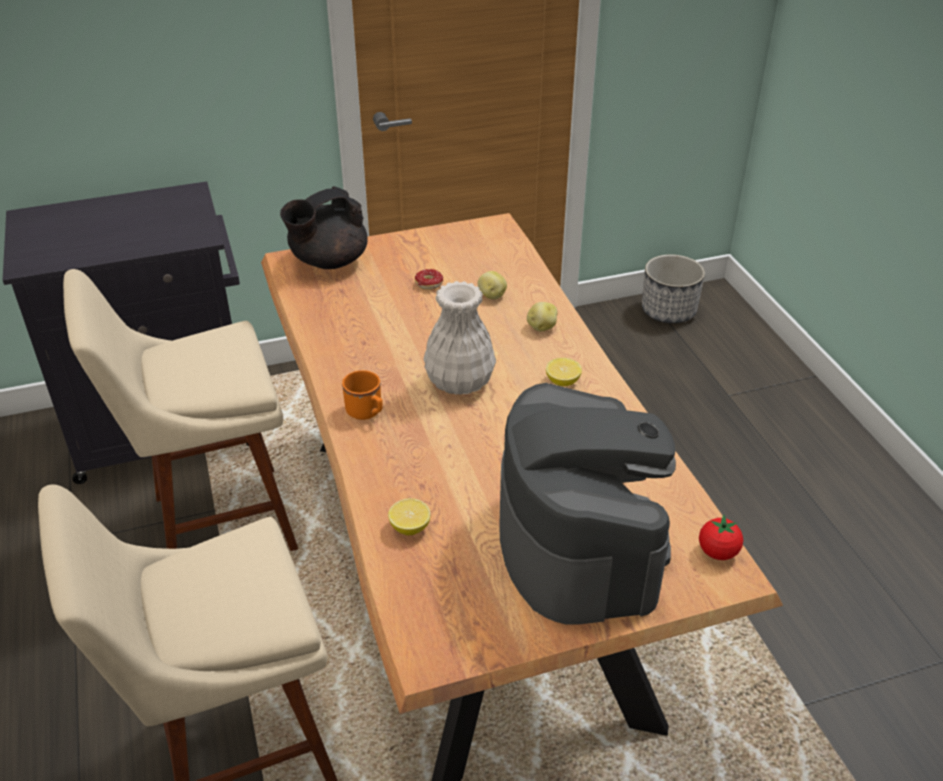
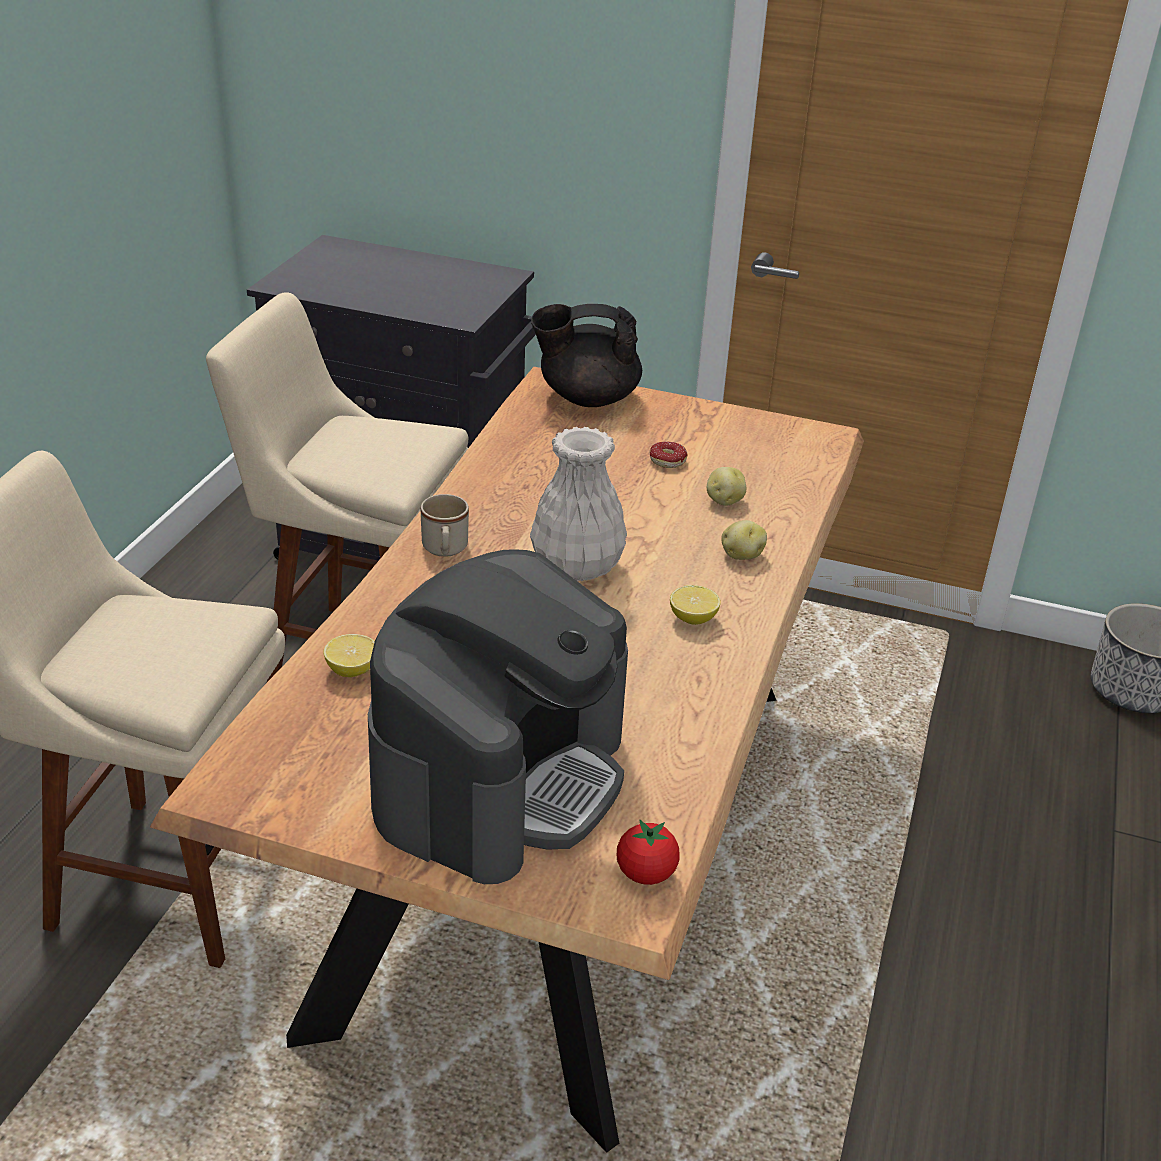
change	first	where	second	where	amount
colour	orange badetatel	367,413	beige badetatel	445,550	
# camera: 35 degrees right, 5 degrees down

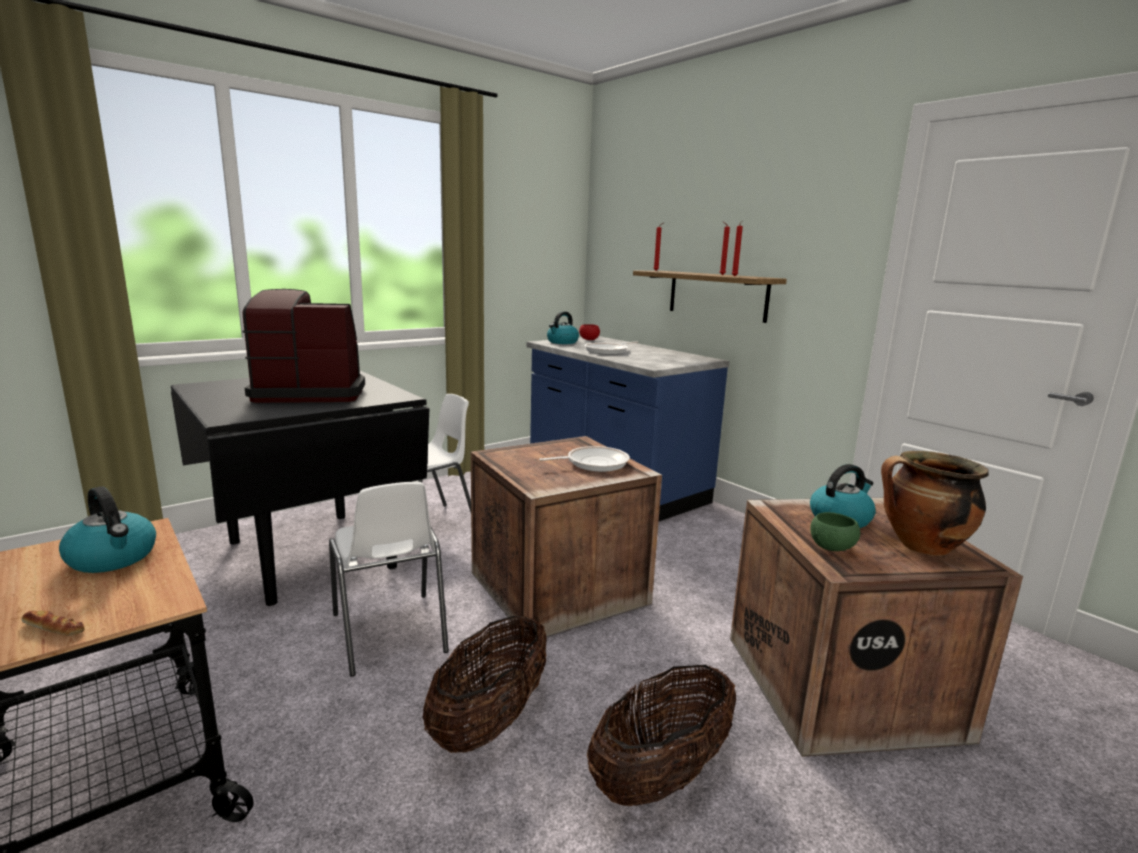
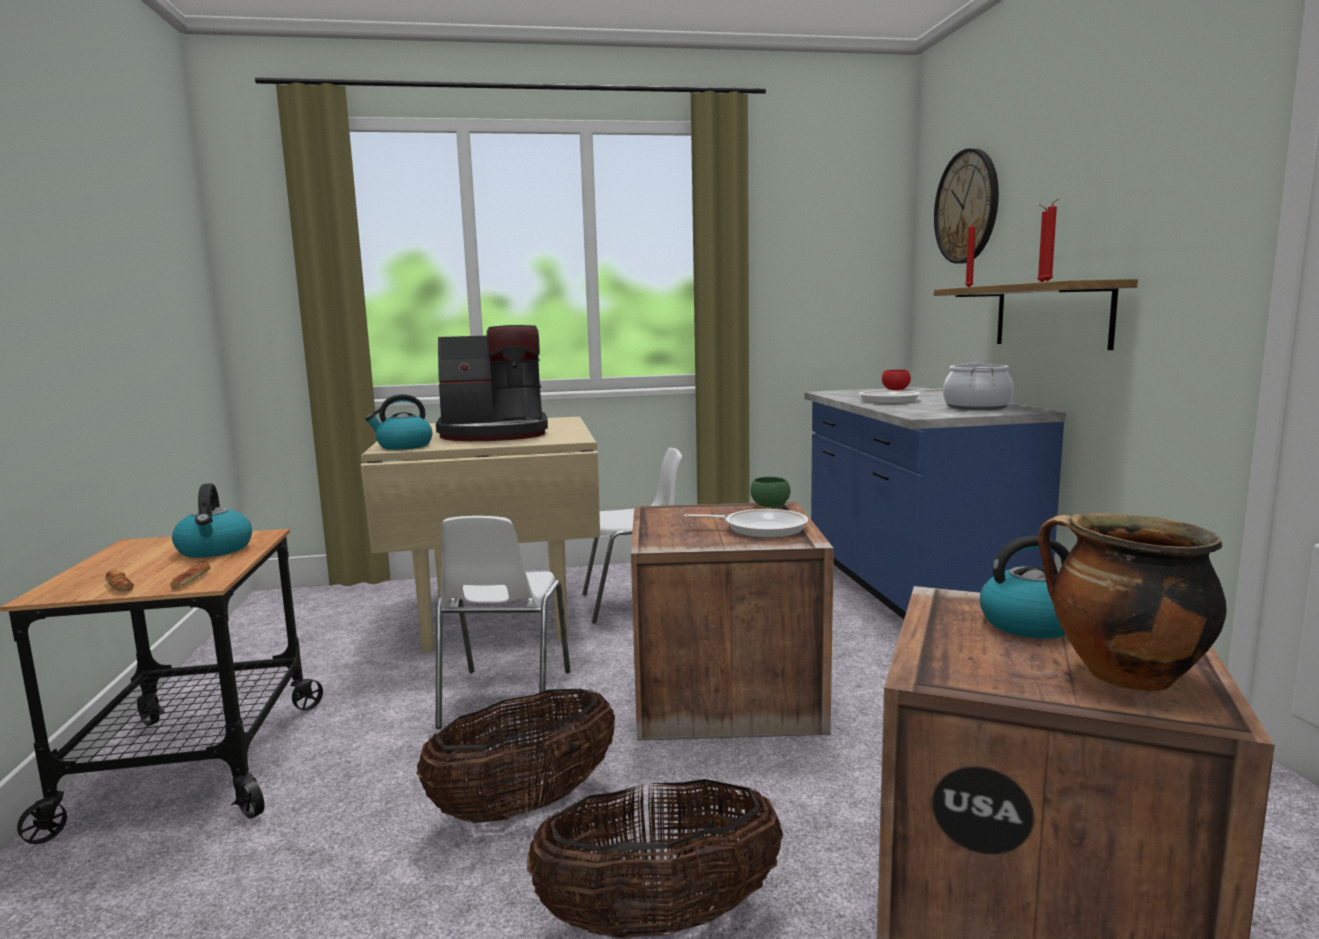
change	first	where	second	where	amount
colour	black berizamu	309,554	beige berizamu	496,614	
spun	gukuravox	310,393		495,433	150 degrees clockwise
relocated	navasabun	562,342		403,446	
relocated	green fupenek	831,548		770,506	
appeared			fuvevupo	191,580	
appeared			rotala	967,207	
appeared			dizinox	976,407	
# camera: 30 degrees right, 5 degrees down

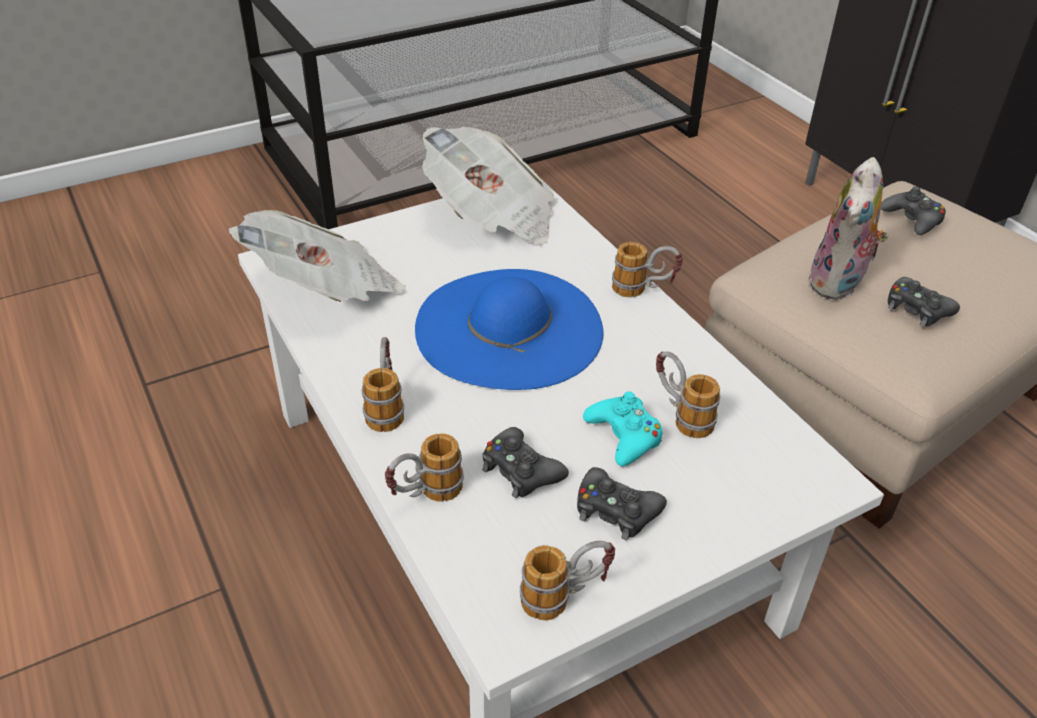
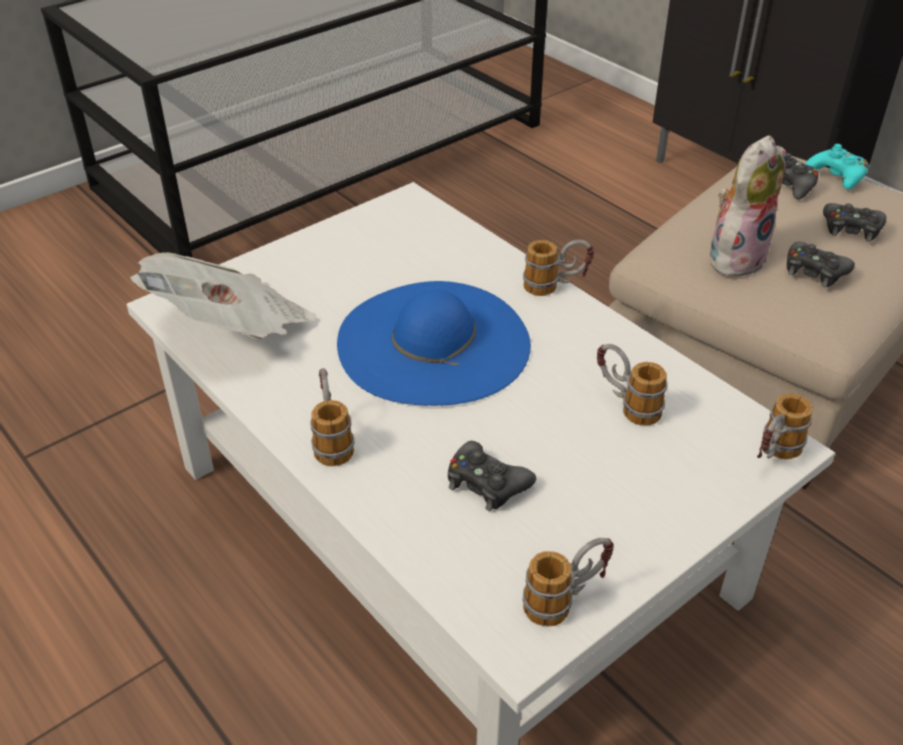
change	first	where	second	where	amount
relocated	badetatel	425,496		773,456	
missing	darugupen	492,216			
relocated	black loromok	616,510		851,228	
relocated	turquoise loromok	624,436		837,175	
spun	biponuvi	838,284		735,257	150 degrees counterclockwise
# camera: 10 degrees left, 0 degrees up

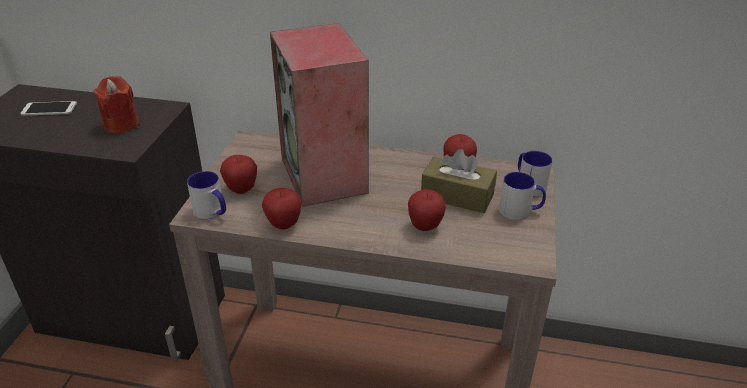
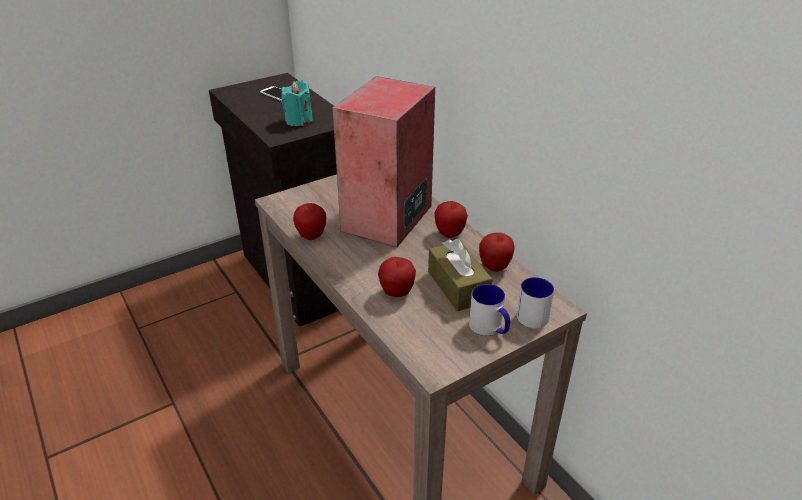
change	first	where	second	where	amount
colour	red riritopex	121,124	turquoise riritopex	298,120	
missing	badetatel	212,212			
relocated	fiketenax	241,189		449,234	
# camera: 45 degrees right, 0 degrees up

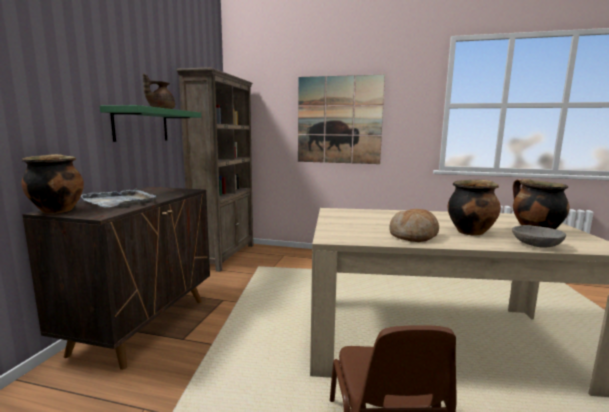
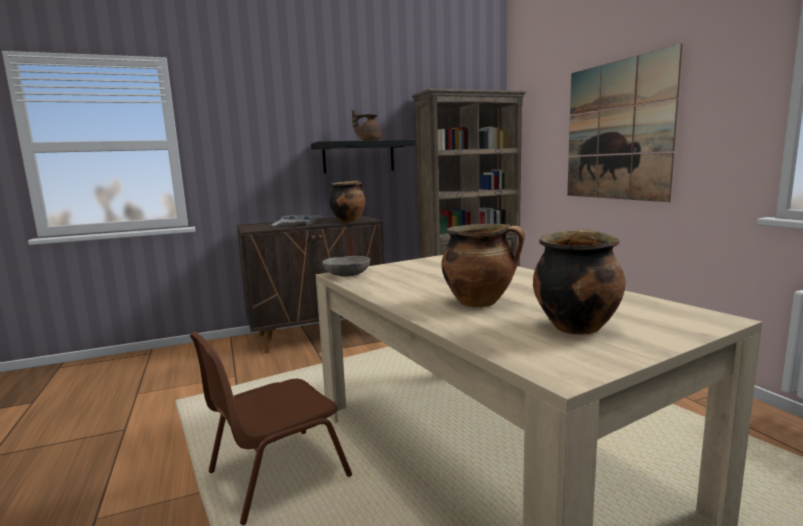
change	first	where	second	where	amount
relocated	dizinox	57,210		348,221	
colour	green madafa	141,125	black madafa	358,157	
missing	fuvevupo	413,236			
relocated	grey fupenek	536,245		347,275	
# camera: 55 degrees right, 0 degrees up

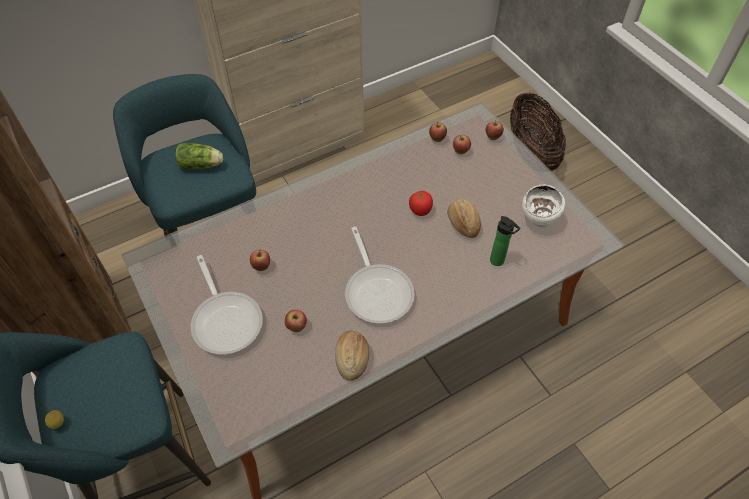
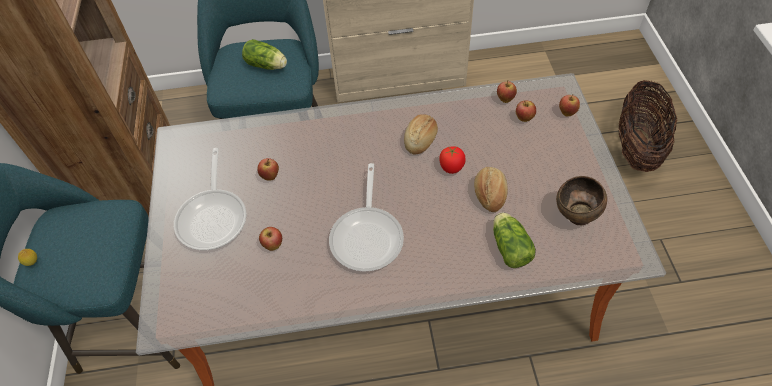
change	first	where	second	where	amount
relocated	fuvevupo	352,358		421,139	
exchanged	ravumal	498,262	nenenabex	509,246	
colour	white fupenek	539,221	brown fupenek	575,216	
# camera: 25 degrees right, 0 degrees up

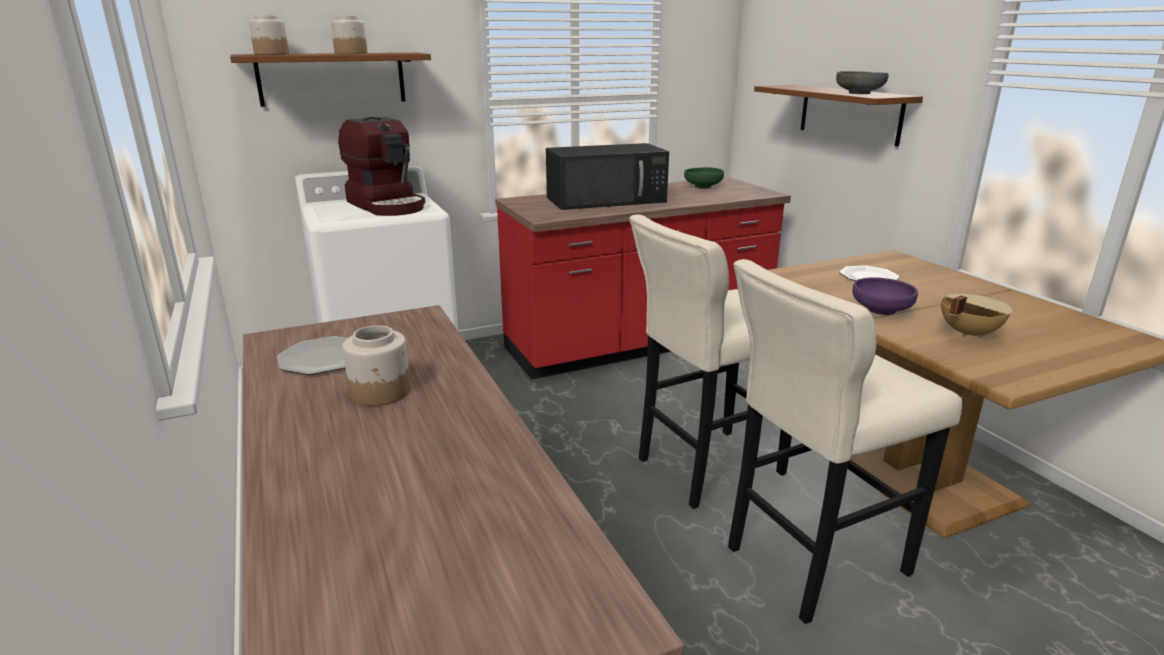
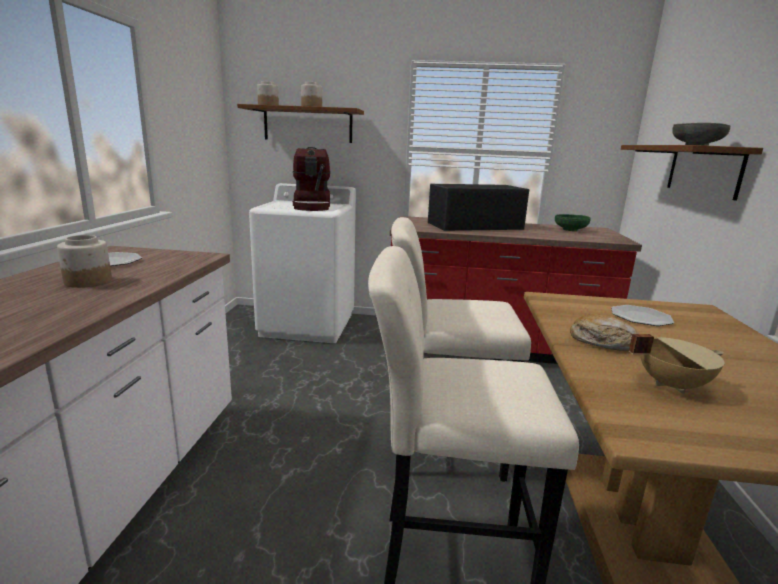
change	first	where	second	where	amount
spun	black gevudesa	607,199		473,226	150 degrees clockwise
exchanged	purple fupenek	881,310	fuvevupo	603,342	
# camera: 30 degrees right, 5 degrees down

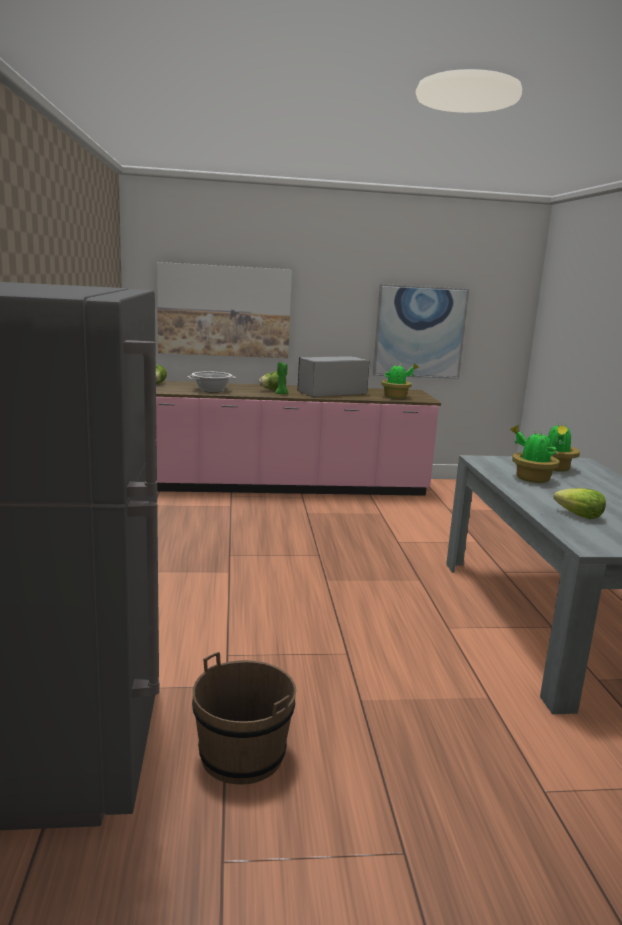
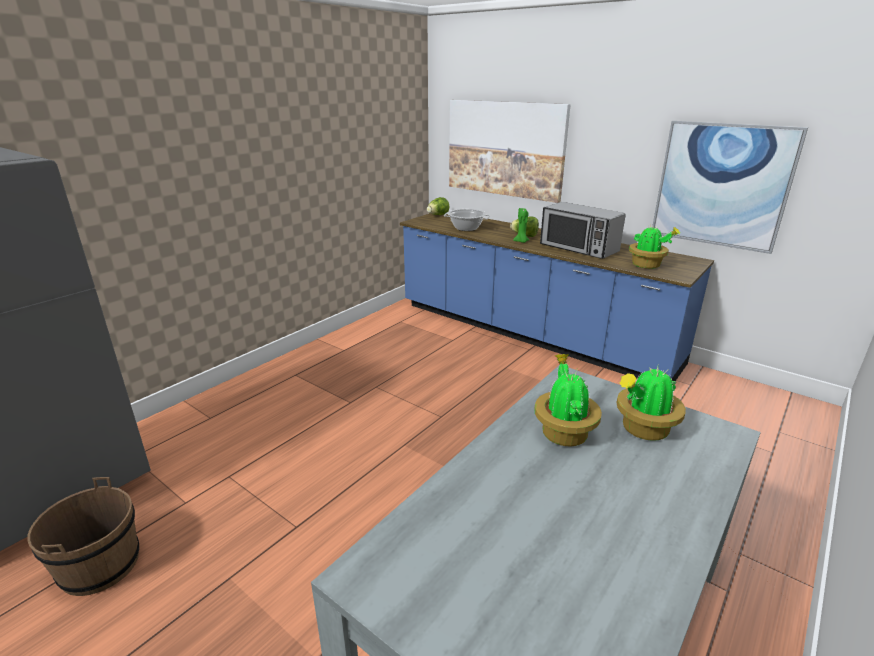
change	first	where	second	where	amount
colour	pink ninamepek	284,486	blue ninamepek	531,333	
spun	gevudesa	331,393		578,248	150 degrees counterclockwise
missing	nenenabex	579,515			
# camera: 45 degrees right, 10 degrees up

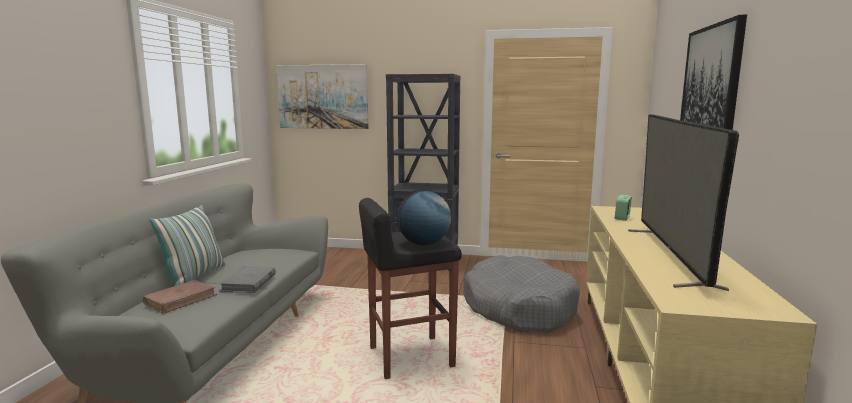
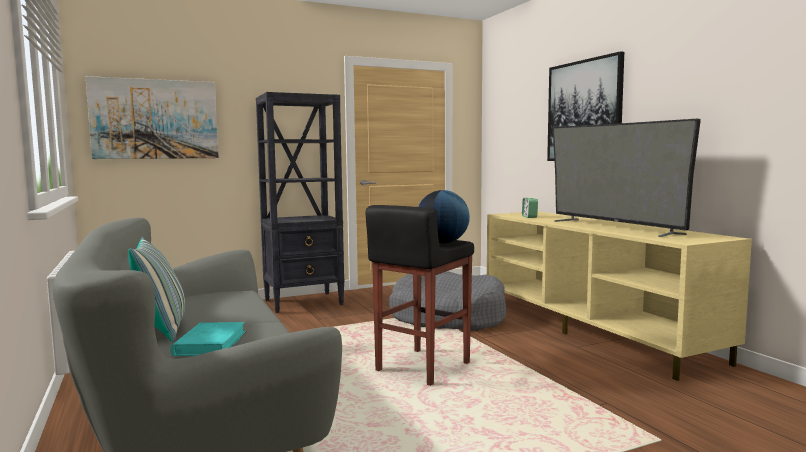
change	first	where	second	where	amount
colour	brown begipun	181,299	turquoise begipun	211,343	
missing	grey begipun	248,283			
# camera: 35 degrees left, 5 degrees down

